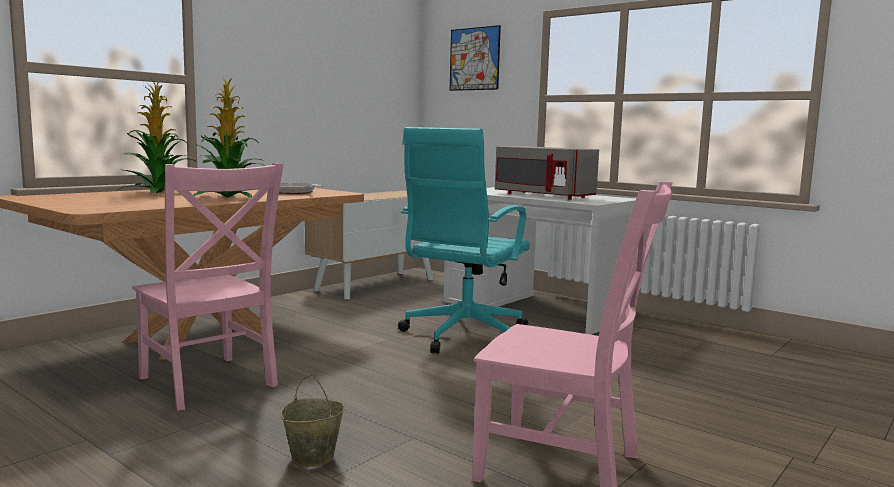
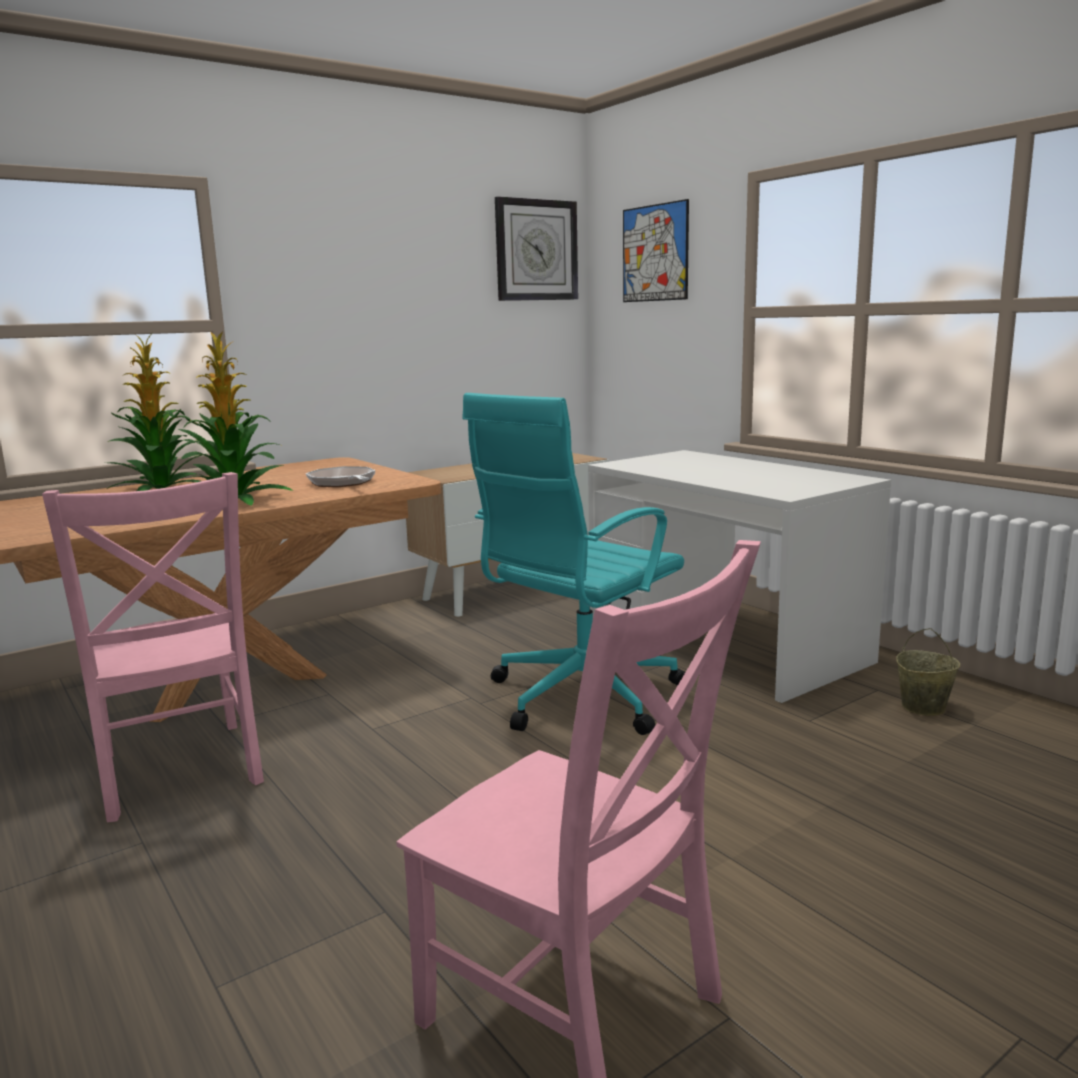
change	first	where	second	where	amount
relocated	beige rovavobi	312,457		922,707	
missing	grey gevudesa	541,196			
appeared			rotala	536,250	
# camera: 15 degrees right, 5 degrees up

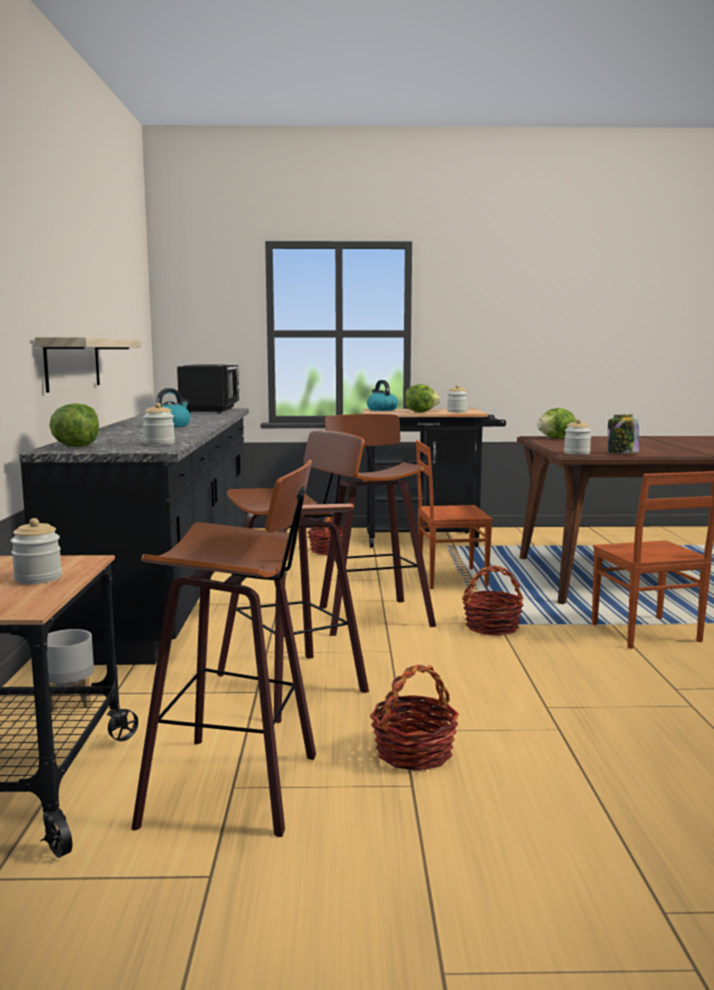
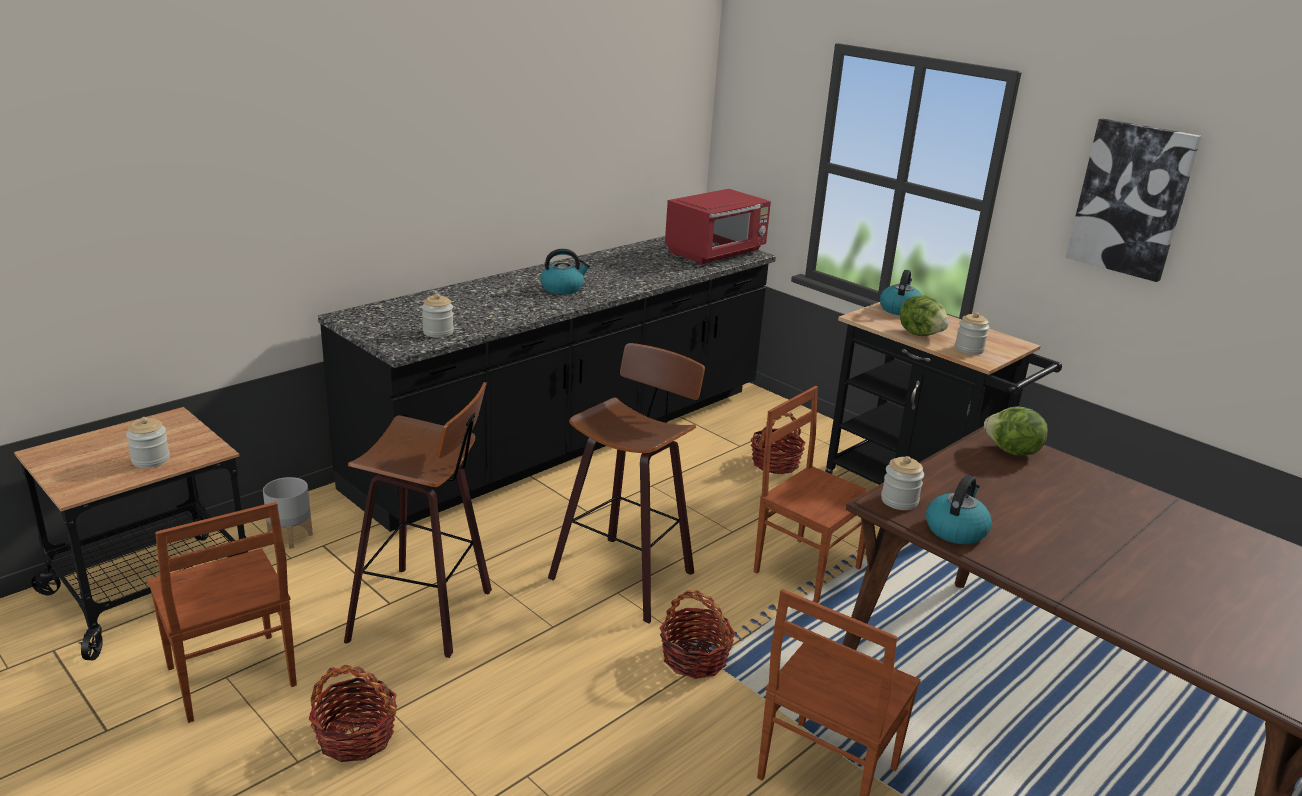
change	first	where	second	where	amount
missing	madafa	73,363			
missing	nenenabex	76,446			
exchanged	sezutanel	239,786	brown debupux	230,678	
colour	black gevudesa	211,410	red gevudesa	716,253	
exchanged	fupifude	622,453	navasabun	955,530	
appeared			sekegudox	1131,199	
# camera: 45 degrees right, 15 degrees up

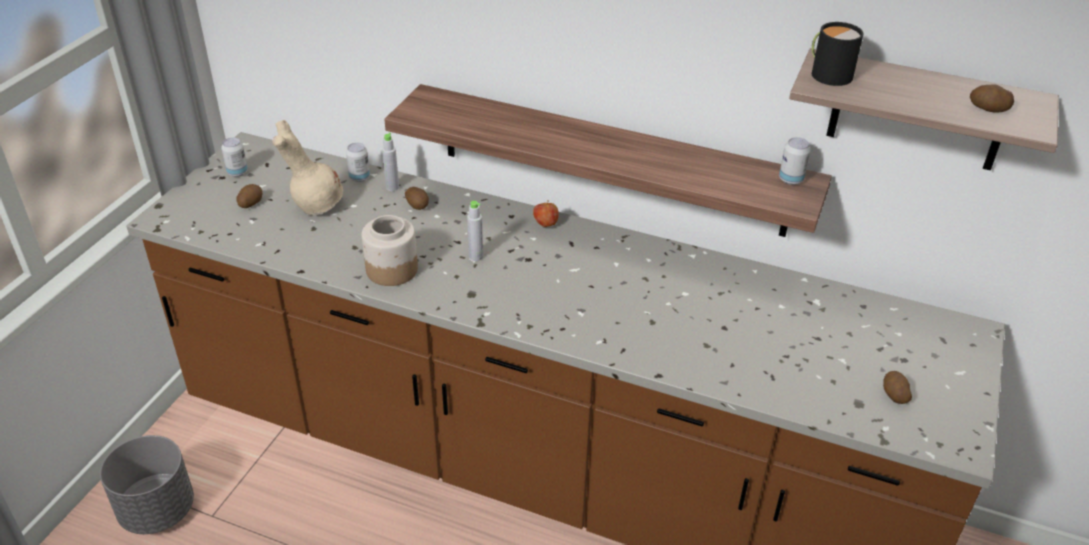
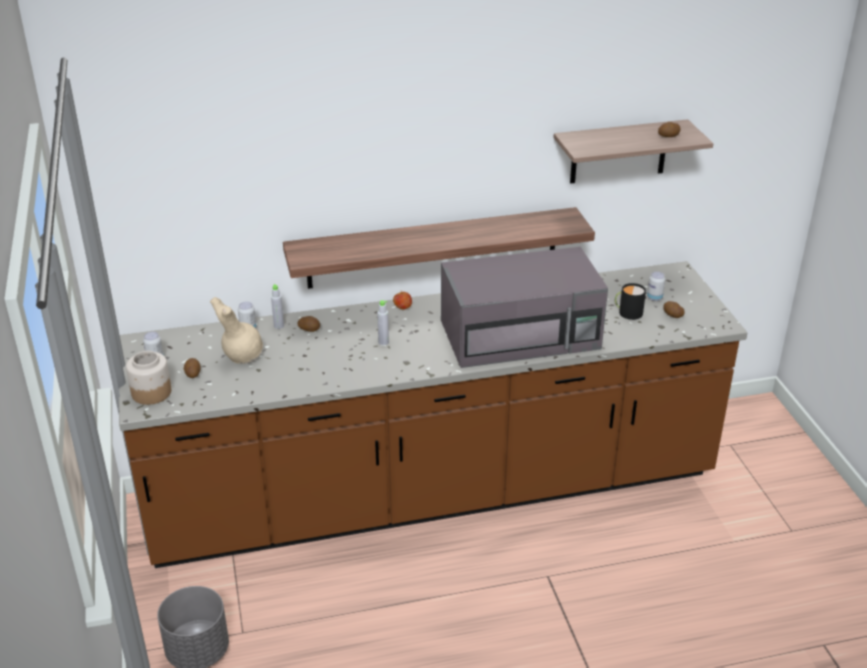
change	first	where	second	where	amount
relocated	fupifude	391,270		151,393	
relocated	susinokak	791,179		654,298	
relocated	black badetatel	828,73		628,312	
appeared			grey gevudesa	522,334	
# camera: 35 degrees left, 5 degrees down

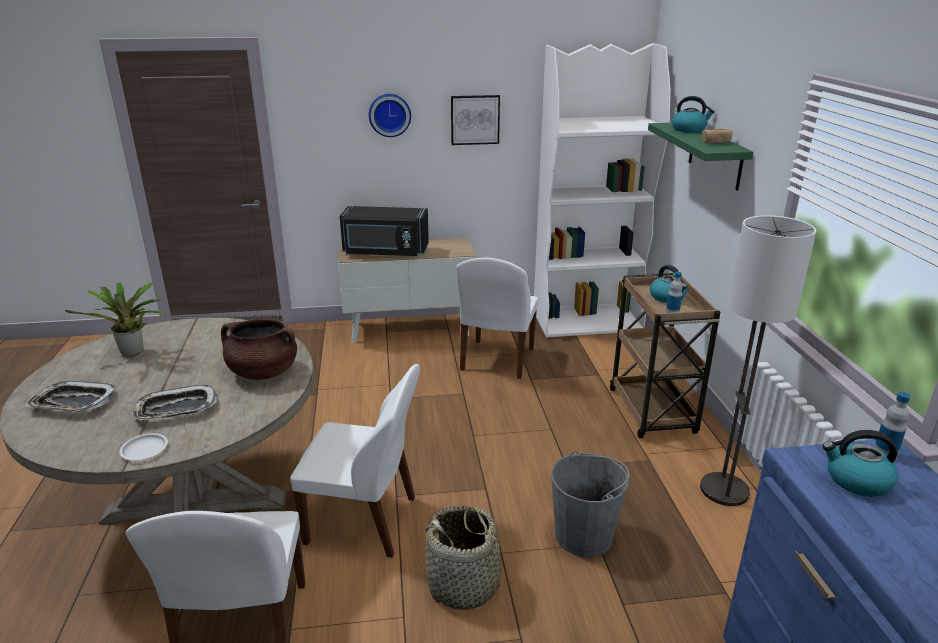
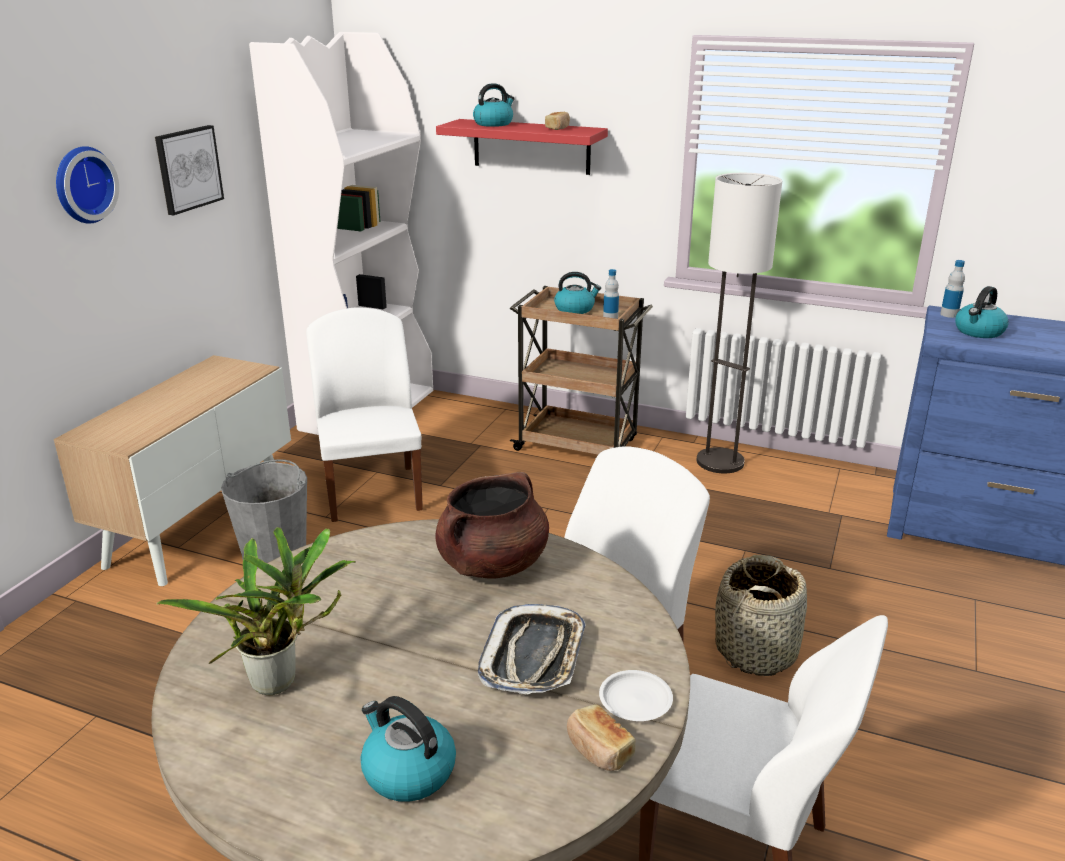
change	first	where	second	where	amount
exchanged	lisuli	73,402	navasabun	407,771	
missing	black gevudesa	385,252			
spun	white debupux	496,360		373,491	150 degrees counterclockwise
relocated	grey rovavobi	584,535		275,553	
colour	green madafa	715,155	red madafa	531,146	
appeared			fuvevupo	598,749	
# camera: 60 degrees left, 0 degrees up

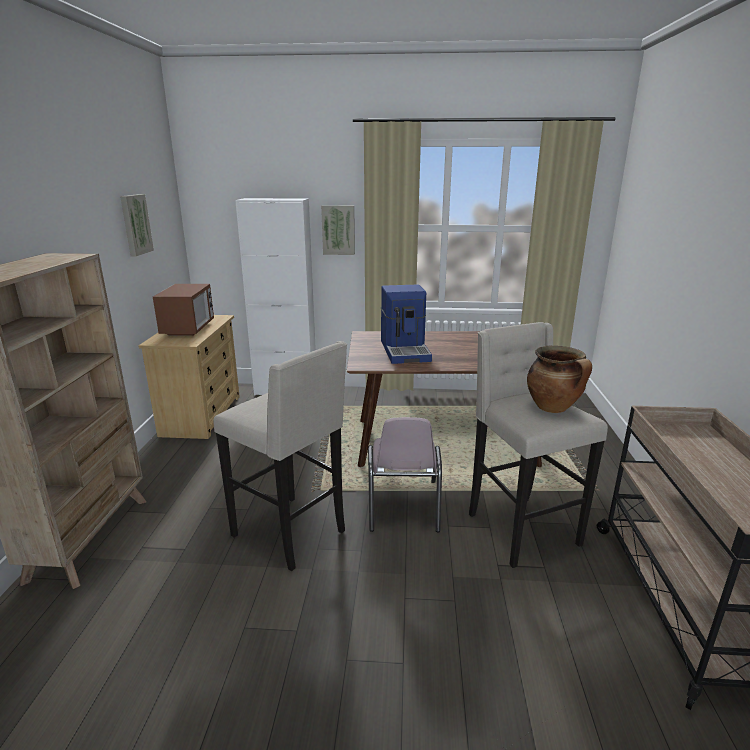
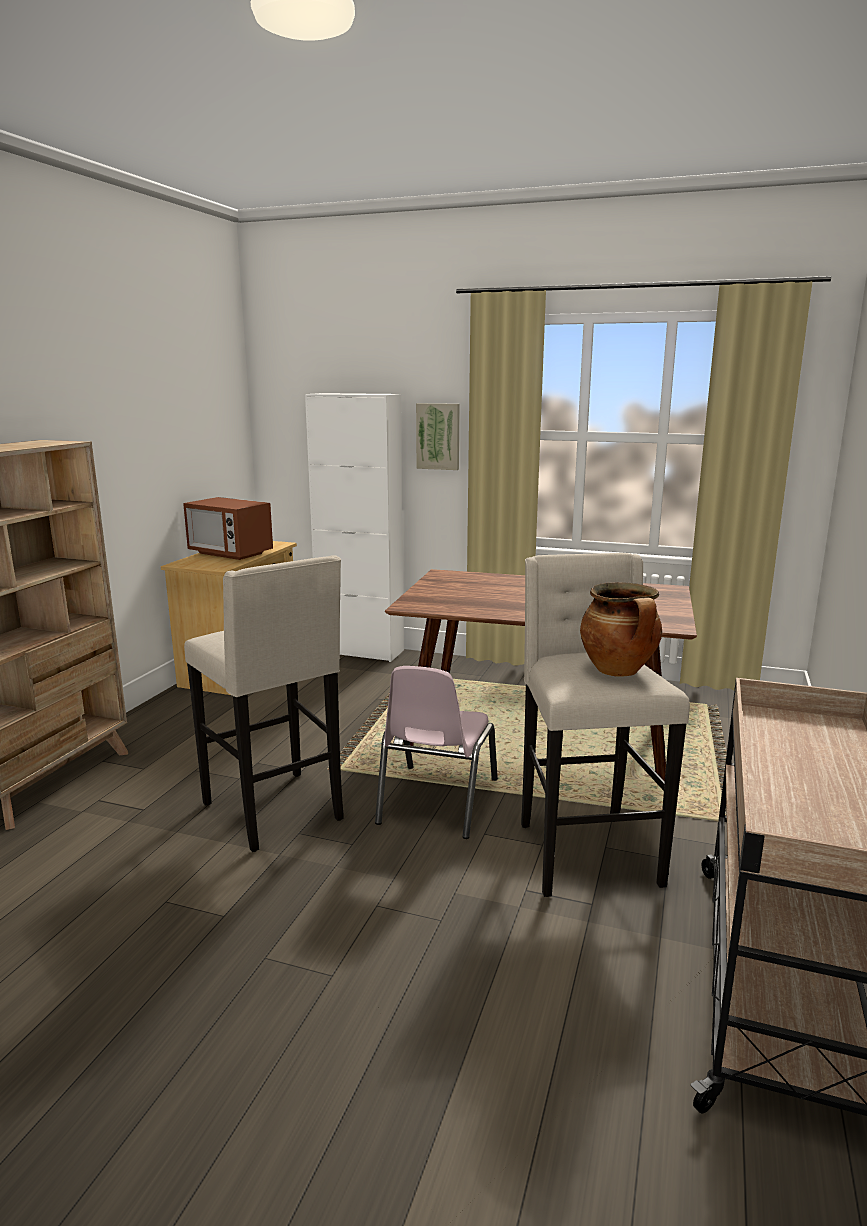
change	first	where	second	where	amount
missing	sekegudox	135,224			
spun	gevudesa	188,329		230,553	105 degrees clockwise
missing	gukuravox	405,350			
# camera: 15 degrees right, 5 degrees down

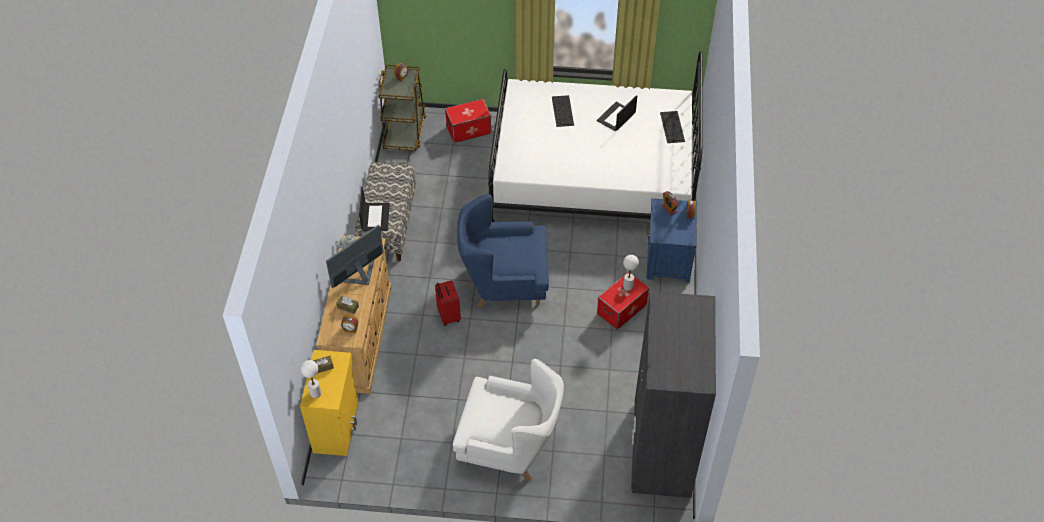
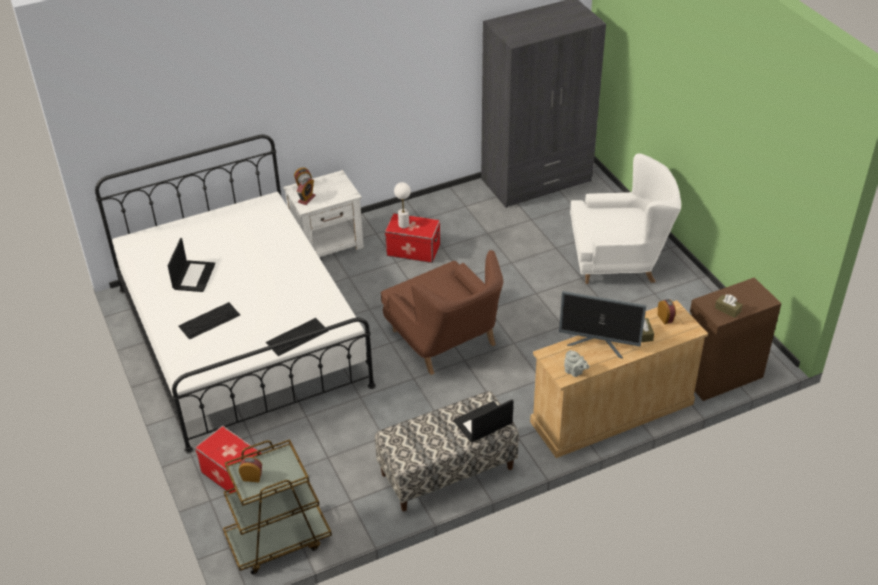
change	first	where	second	where	amount
colour	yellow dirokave	337,426	brown dirokave	720,375	
missing	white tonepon	315,393			
missing	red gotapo	448,316			
spun	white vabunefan	509,443		618,260	105 degrees clockwise
colour	blue vabunefan	504,280	brown vabunefan	445,339	
spun	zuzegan	616,117		193,276	90 degrees counterclockwise
colour	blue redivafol	667,260	white redivafol	328,243	
relocated	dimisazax	672,127		297,336	
# camera: 120 degrees left, 10 degrees down

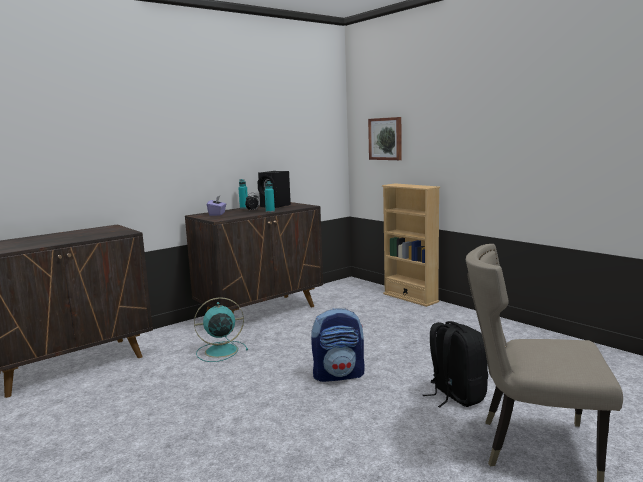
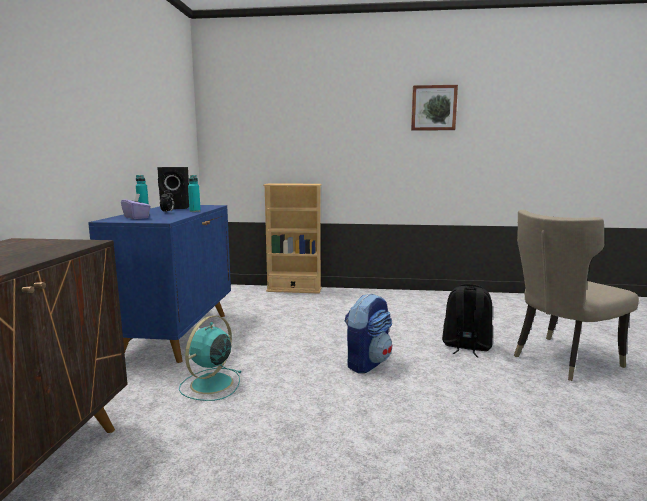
change	first	where	second	where	amount
colour	brown dirokave	261,312	blue dirokave	177,334	
relocated	sekegudox	386,138		433,108	
# camera: 45 degrees left, 0 degrees up

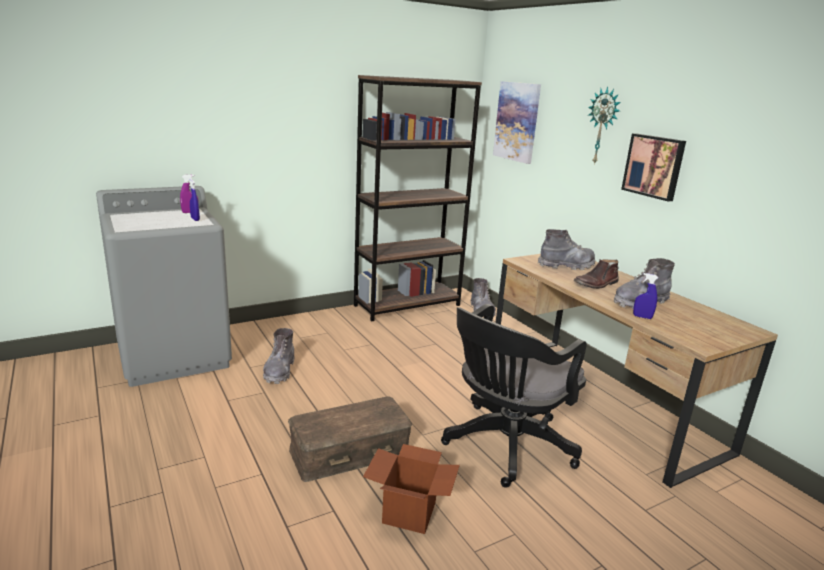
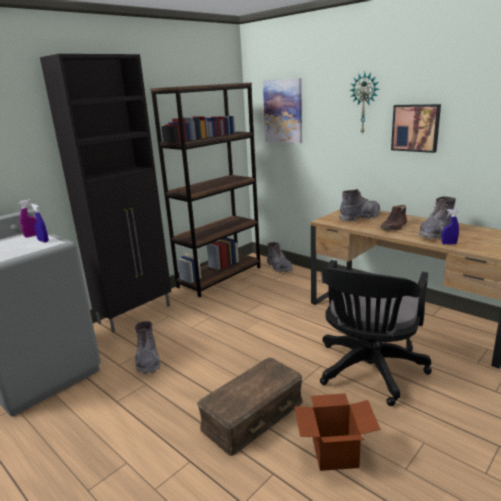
change	first	where	second	where	amount
appeared			black dirokave	136,314	
# camera: 15 degrees left, 0 degrees up

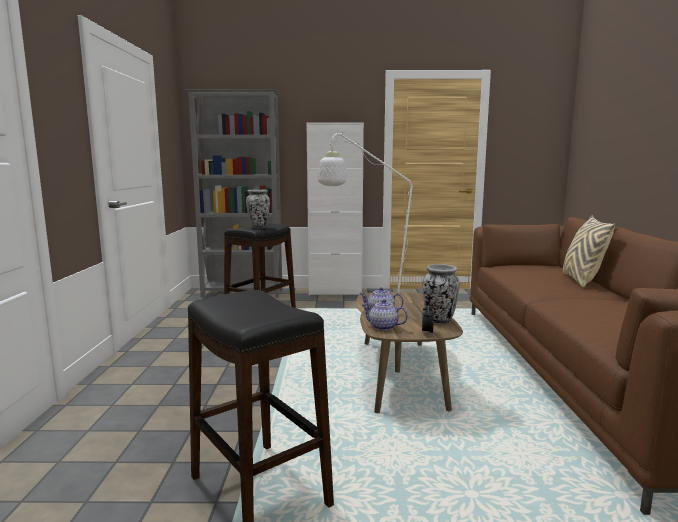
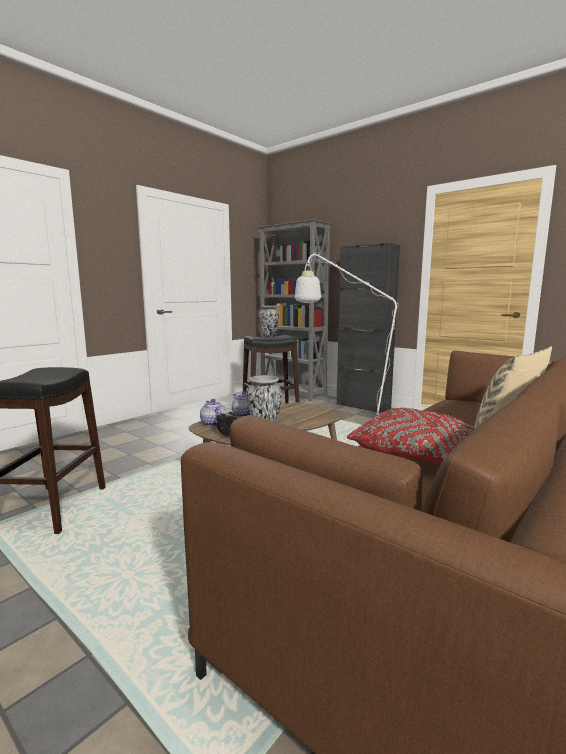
change	first	where	second	where	amount
colour	white dirokave	335,292	black dirokave	363,406	
appeared			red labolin	415,453	
# camera: 40 degrees right, 0 degrees up

